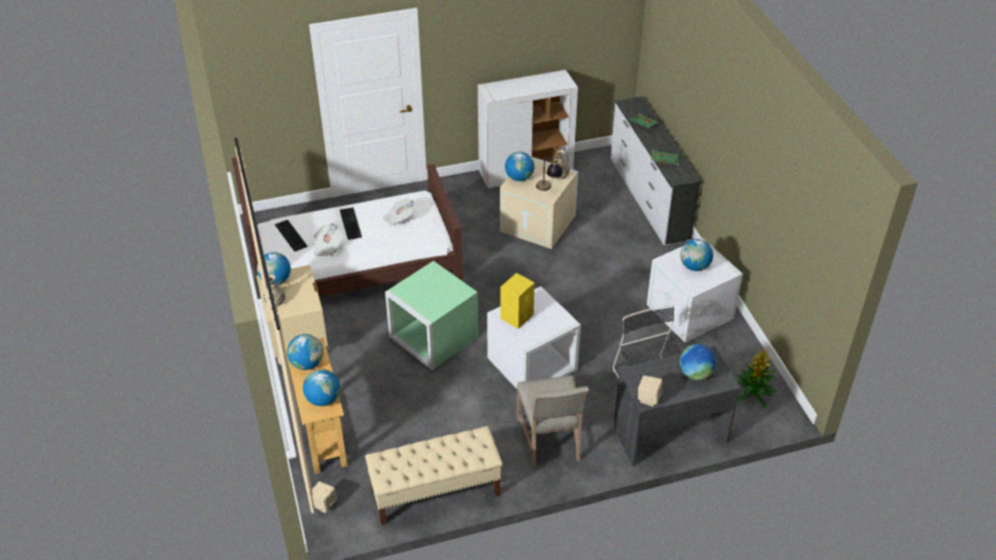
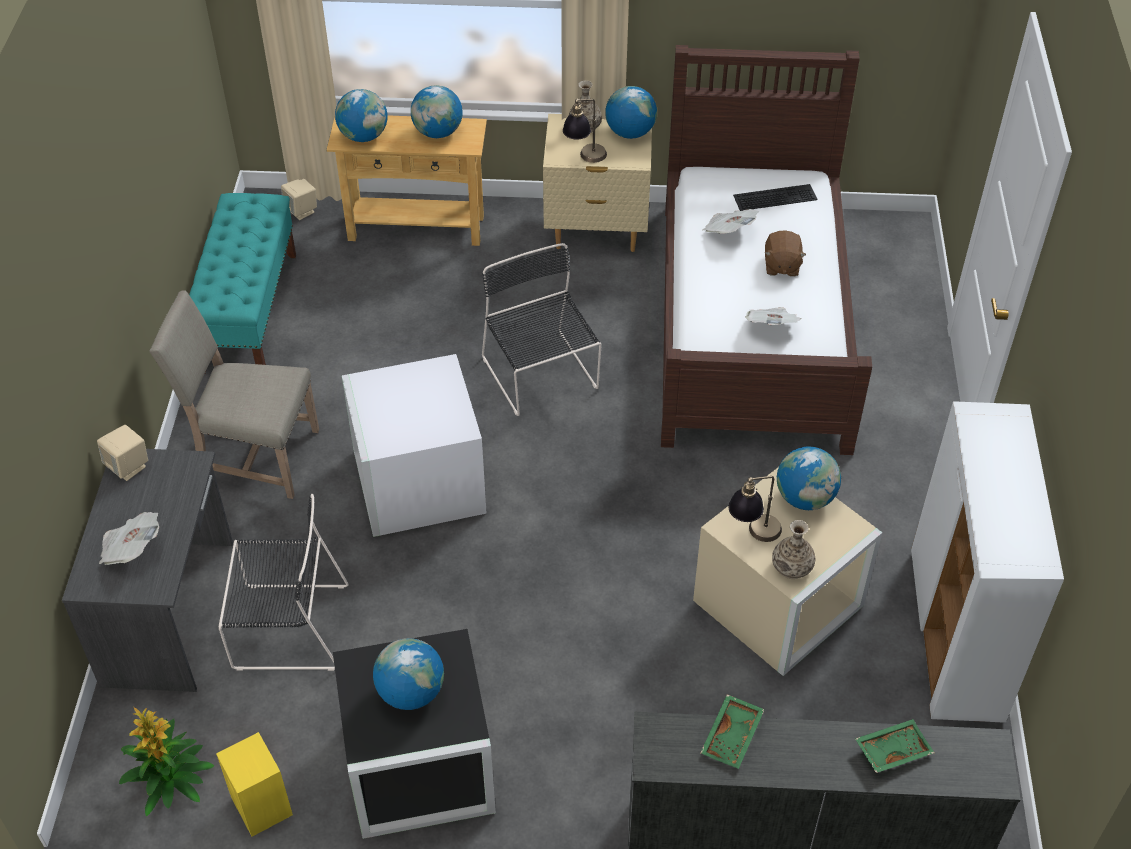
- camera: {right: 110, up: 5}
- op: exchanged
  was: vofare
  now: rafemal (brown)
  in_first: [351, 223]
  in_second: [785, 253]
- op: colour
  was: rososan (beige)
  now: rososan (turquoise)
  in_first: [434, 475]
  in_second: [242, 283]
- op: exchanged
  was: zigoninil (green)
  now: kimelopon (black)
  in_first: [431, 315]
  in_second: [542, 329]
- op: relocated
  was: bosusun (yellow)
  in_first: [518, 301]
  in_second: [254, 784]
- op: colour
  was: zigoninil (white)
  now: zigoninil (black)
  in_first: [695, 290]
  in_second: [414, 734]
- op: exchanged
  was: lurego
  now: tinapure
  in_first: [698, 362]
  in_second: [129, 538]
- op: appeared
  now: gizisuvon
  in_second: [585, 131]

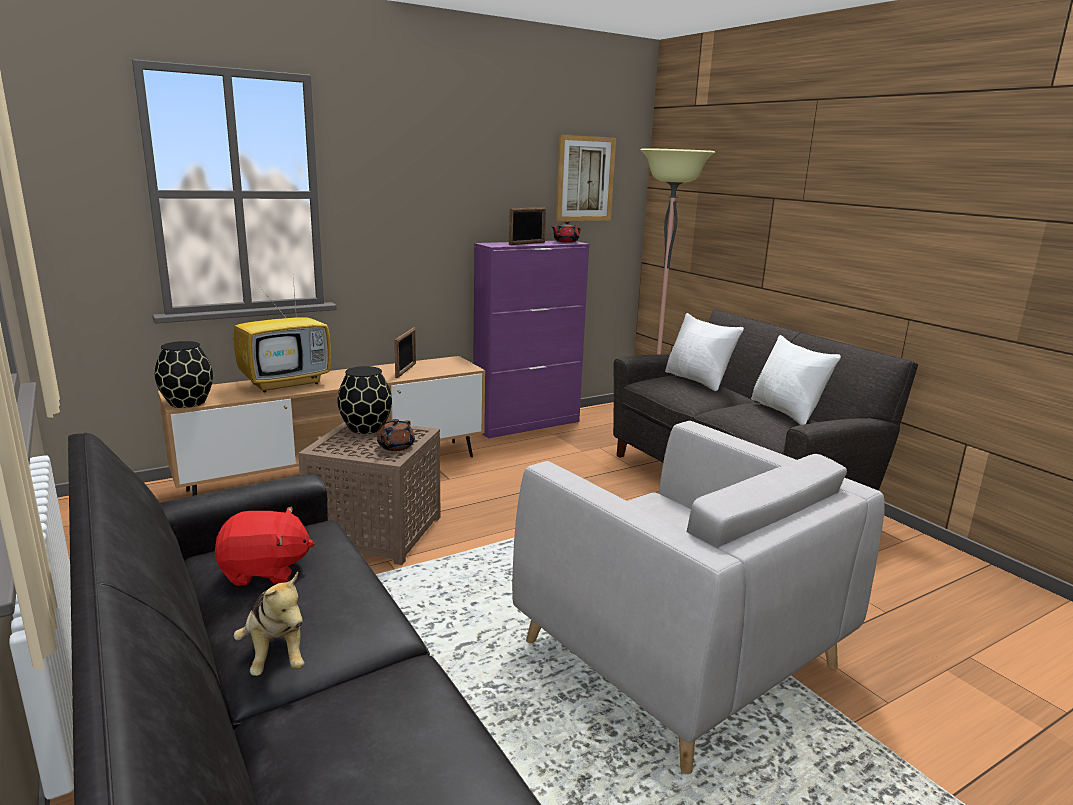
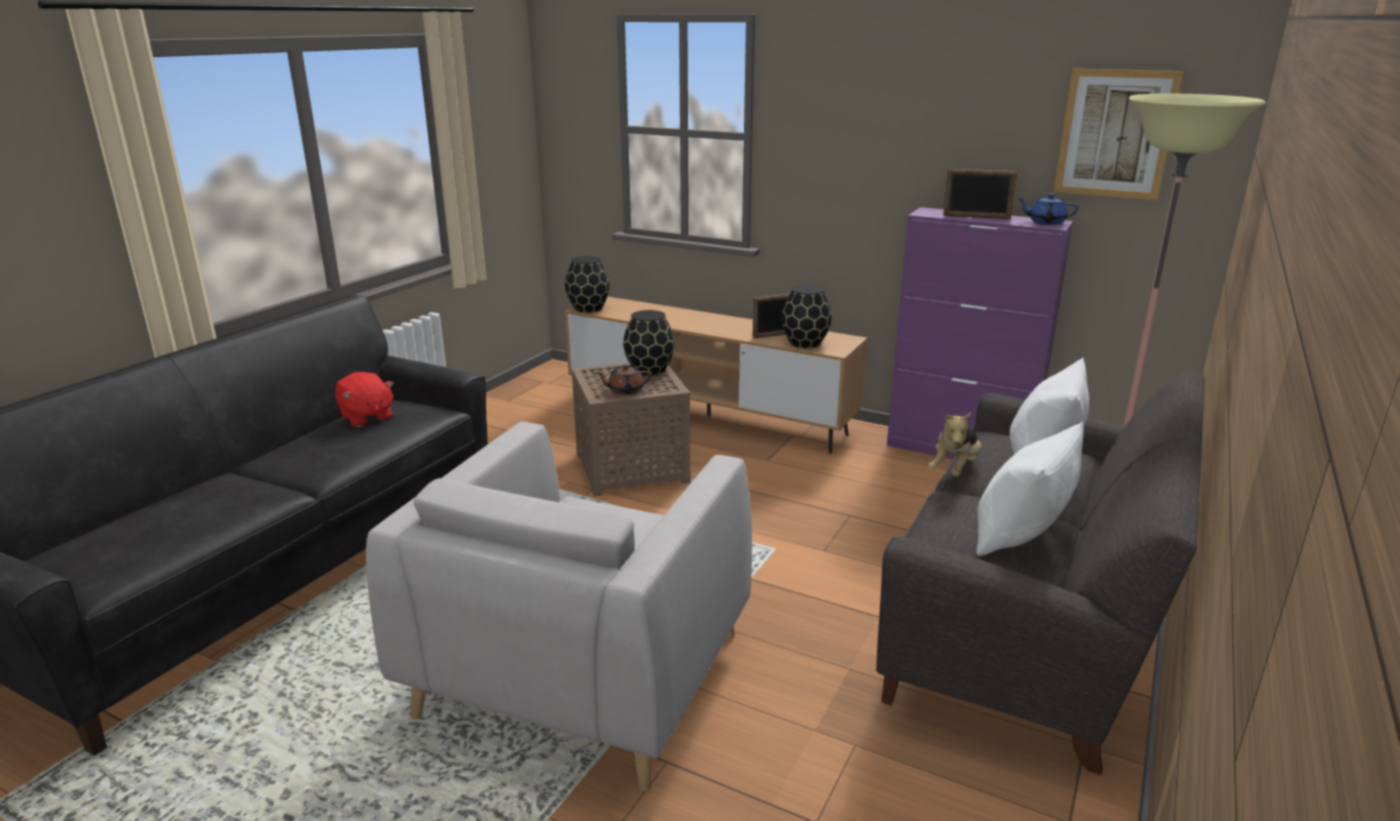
- camera: {right: 60, up: 5}
- op: relocated
  was: rafemal
  in_first: [269, 623]
  in_second: [955, 444]
- op: missing
  was: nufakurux
  in_first: [282, 335]
- op: colour
  was: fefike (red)
  now: fefike (blue)
  in_first: [566, 232]
  in_second: [1048, 209]
- op: appeared
  now: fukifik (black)
  in_second: [807, 316]

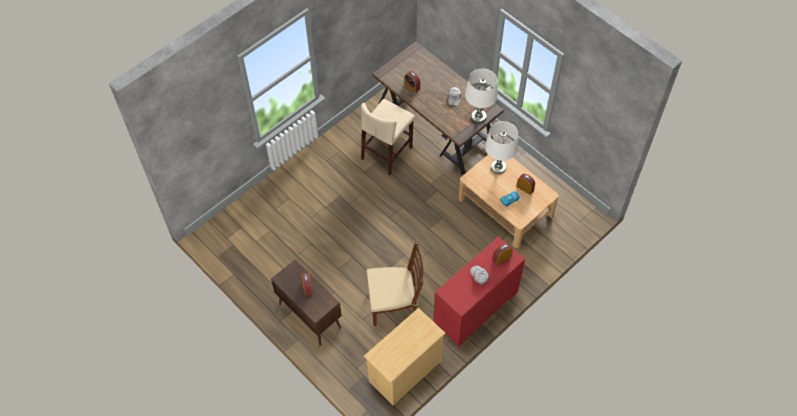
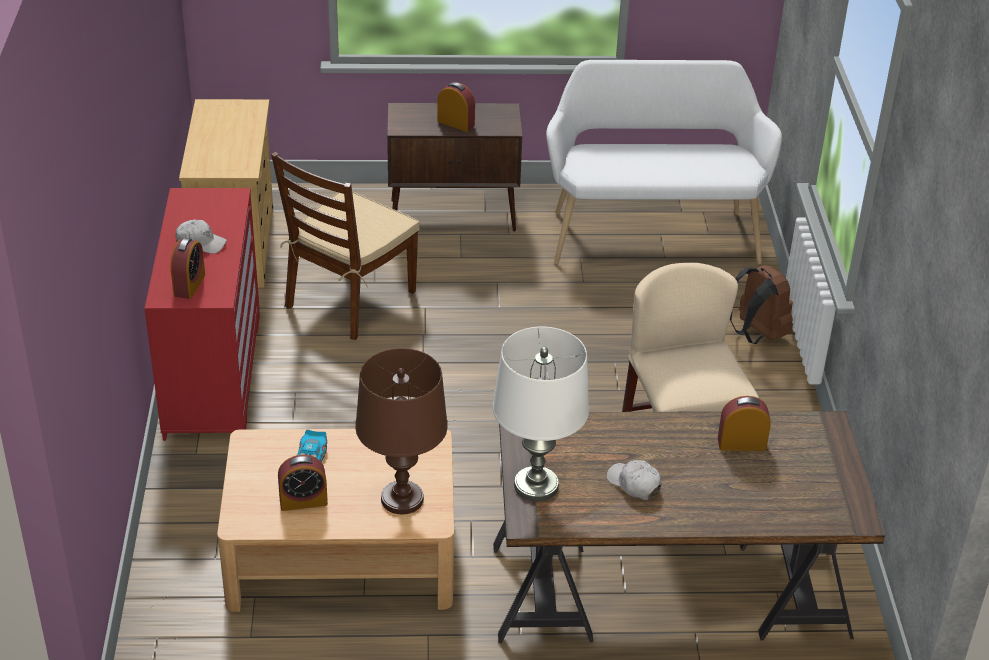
- camera: {right: 130, up: -20}
- op: colour
  was: gizisuvon (white)
  now: gizisuvon (brown)
  in_first: [501, 147]
  in_second: [401, 431]
- op: appeared
  now: rososan (white)
  in_second: [664, 162]
- op: appeared
  now: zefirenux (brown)
  in_second: [761, 304]

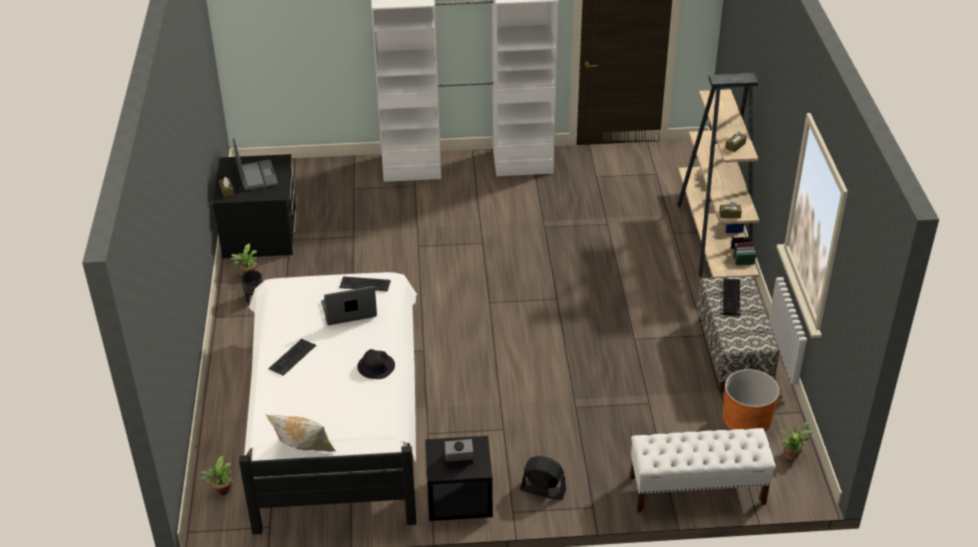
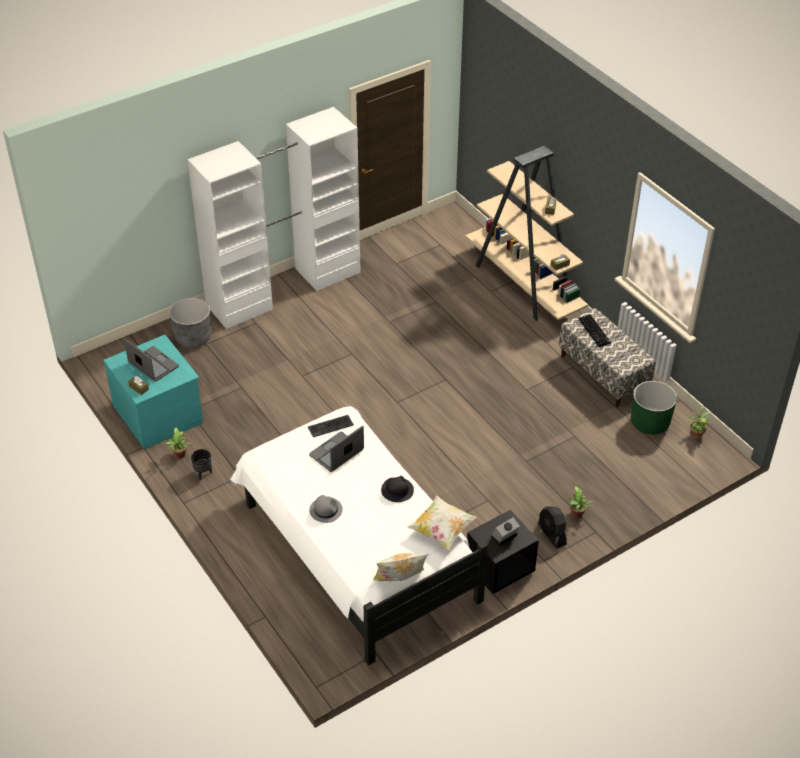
- camera: {right: -30, up: 5}
- op: relocated
  was: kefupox
  in_first: [217, 475]
  in_second: [581, 502]
- op: colour
  was: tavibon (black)
  now: tavibon (turquoise)
  in_first: [255, 206]
  in_second: [153, 392]
- op: exchanged
  was: vofare
  now: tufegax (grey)
  in_first: [292, 357]
  in_second: [326, 509]
- op: spun
  was: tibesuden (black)
  in_first: [543, 478]
  in_second: [552, 527]
  clockwise: -105
- op: missing
  was: rososan (white)
  in_first: [703, 470]
- op: colour
  was: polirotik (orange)
  now: polirotik (green)
  in_first: [751, 400]
  in_second: [654, 408]
- op: appeared
  now: polirotik (grey)
  in_second: [190, 323]
- op: appeared
  now: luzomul
  in_second: [442, 522]

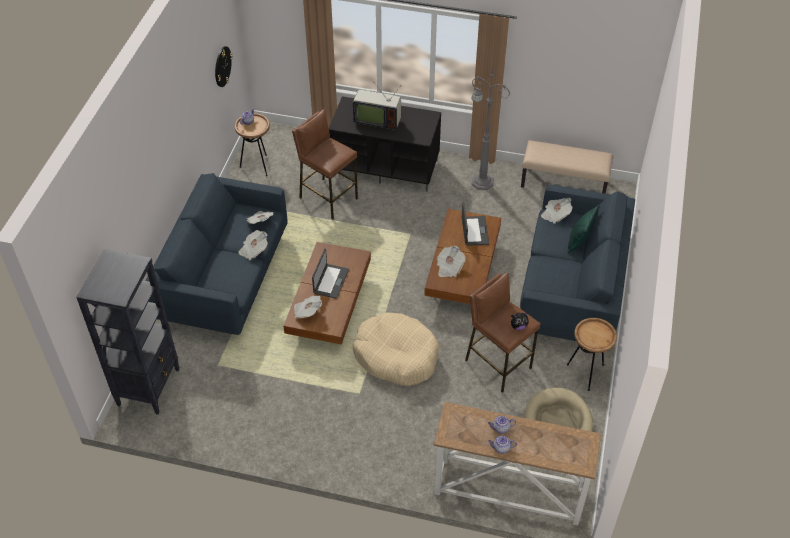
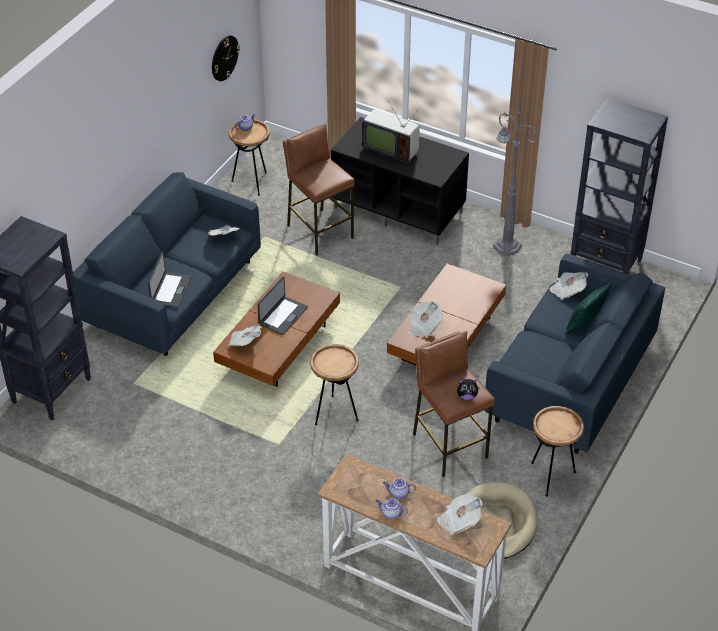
- camera: {right: 15, up: -5}
- op: relocated
  was: tinapure
  in_first: [253, 245]
  in_second: [460, 514]
- op: exchanged
  was: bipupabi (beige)
  now: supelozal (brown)
  in_first: [396, 349]
  in_second: [334, 384]
- op: relocated
  was: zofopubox
  in_first: [475, 224]
  in_second: [170, 280]
- op: exchanged
  was: rososan (beige)
  now: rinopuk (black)
  in_first: [567, 167]
  in_second: [619, 186]

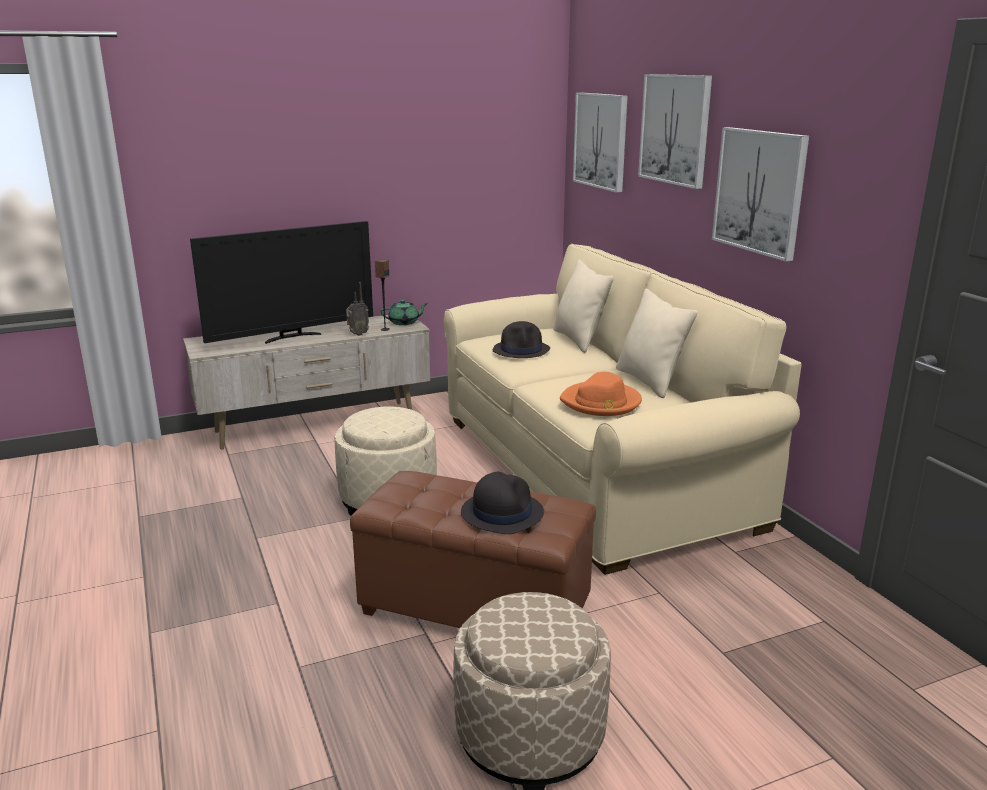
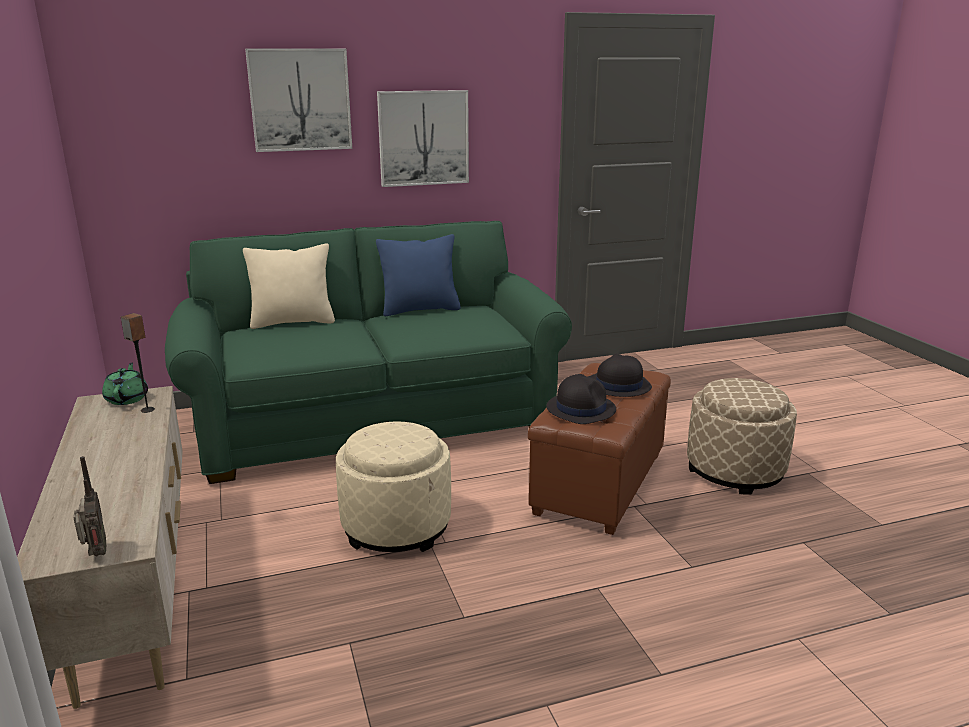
- camera: {right: -85, up: 0}
- op: missing
  was: nufakurux
  in_first: [281, 282]
- op: relocated
  was: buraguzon
  in_first: [357, 309]
  in_second: [89, 506]
- op: colour
  was: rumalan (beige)
  now: rumalan (green)
  in_first: [623, 409]
  in_second: [368, 352]
- op: relocated
  was: tufegax (black)
  in_first: [521, 339]
  in_second: [581, 399]
- op: missing
  was: tufegax (orange)
  in_first: [601, 394]
- op: missing
  was: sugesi
  in_first: [600, 142]
- op: colour
  was: luzomul (beige)
  now: luzomul (blue)
  in_first: [656, 343]
  in_second: [418, 275]

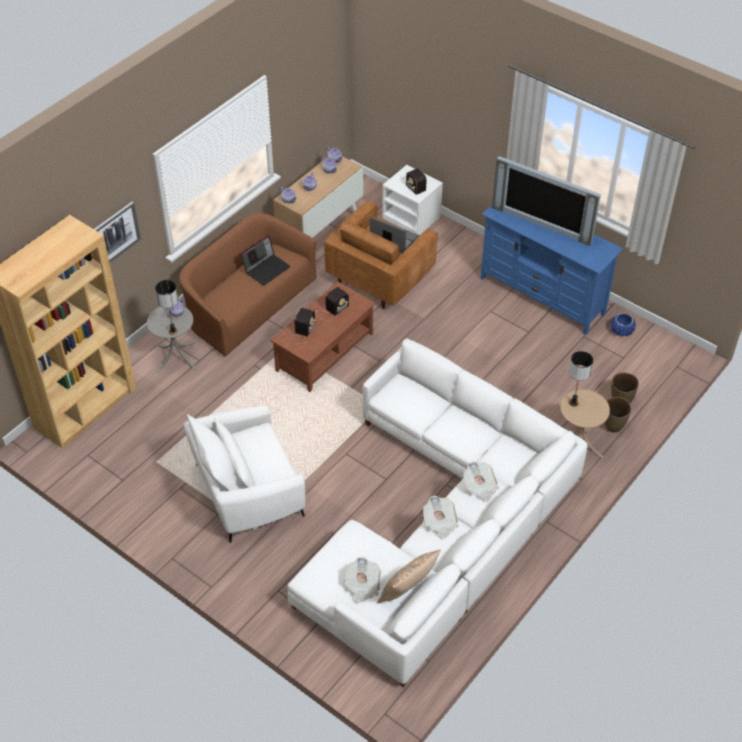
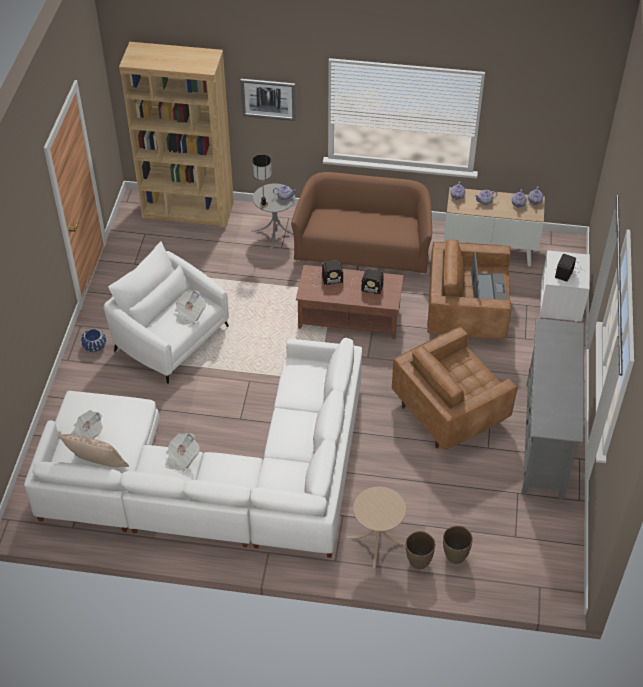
- camera: {right: 60, up: 0}
- op: missing
  was: zofopubox
  in_first: [266, 260]
- op: relocated
  was: tinapure
  in_first: [481, 481]
  in_second: [190, 307]
- op: colour
  was: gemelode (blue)
  now: gemelode (grey)
  in_first: [551, 270]
  in_second: [553, 408]
- op: missing
  was: nufakurux
  in_first: [546, 201]
- op: missing
  was: gizisuvon
  in_first: [581, 379]
- op: relocated
  was: polirotik (blue)
  in_first: [623, 325]
  in_second: [93, 340]
- op: appeared
  now: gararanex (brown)
  in_second: [455, 388]

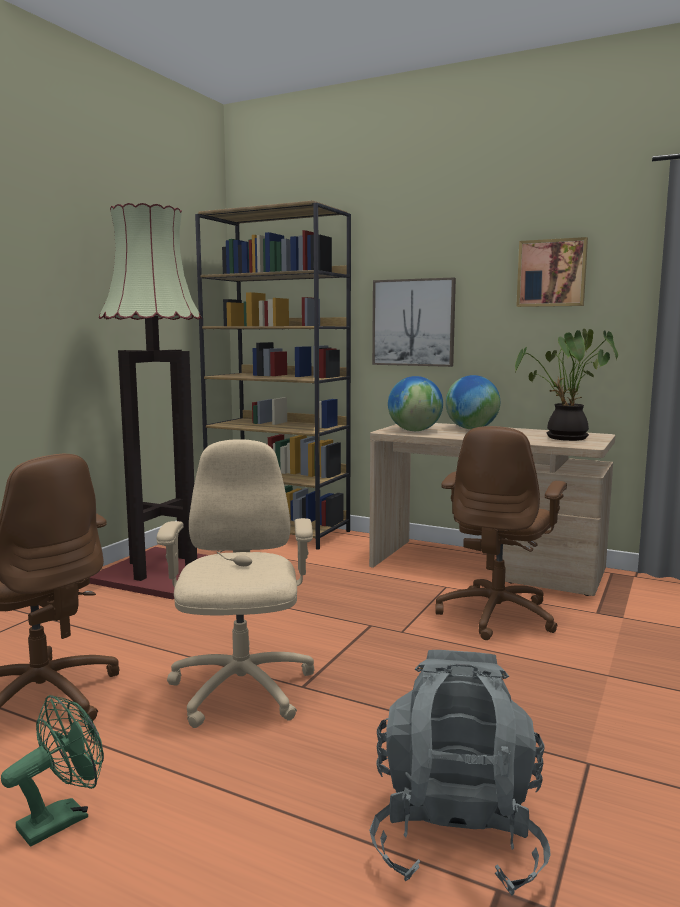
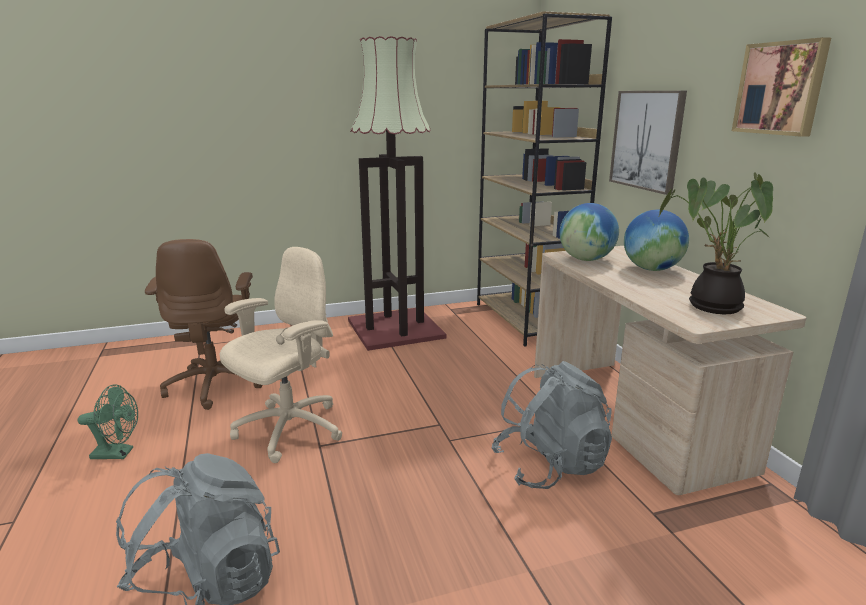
- camera: {right: 45, up: 10}
- op: exchanged
  was: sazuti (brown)
  now: zefirenux (grey)
  in_first: [501, 533]
  in_second: [551, 425]

